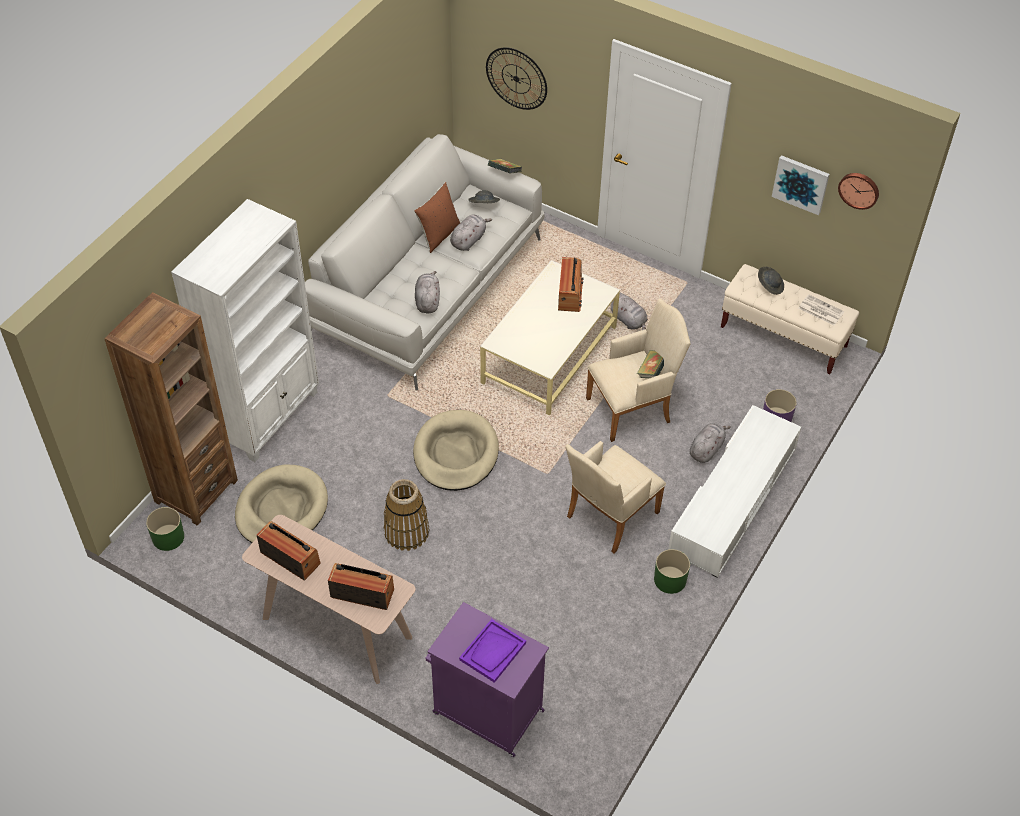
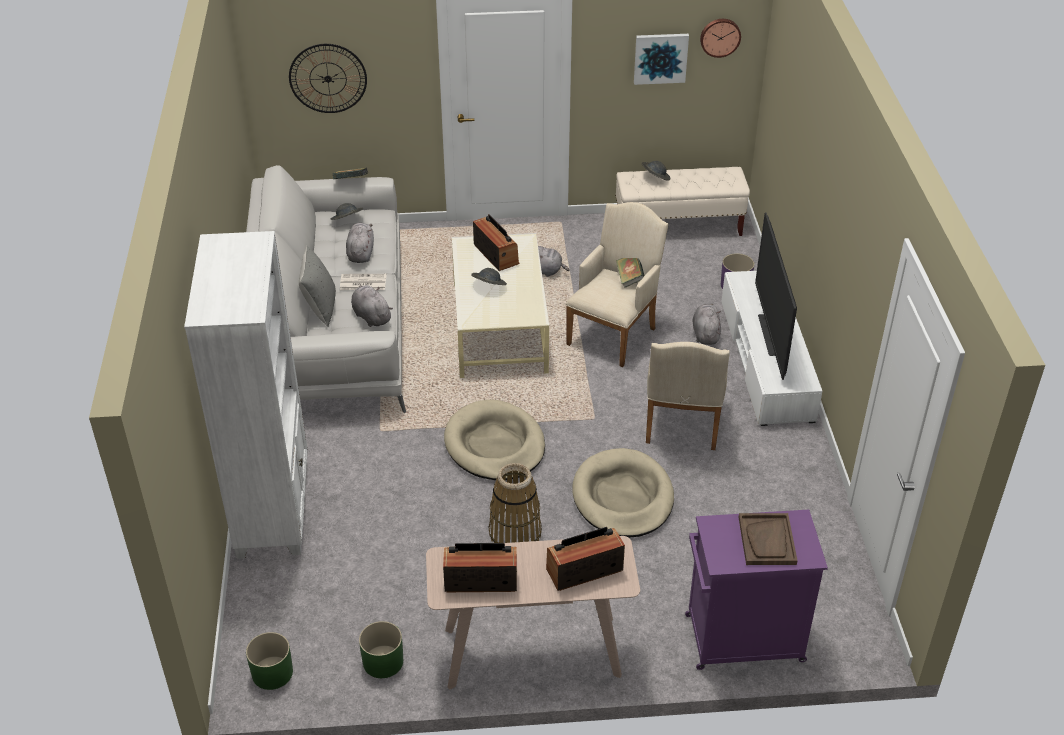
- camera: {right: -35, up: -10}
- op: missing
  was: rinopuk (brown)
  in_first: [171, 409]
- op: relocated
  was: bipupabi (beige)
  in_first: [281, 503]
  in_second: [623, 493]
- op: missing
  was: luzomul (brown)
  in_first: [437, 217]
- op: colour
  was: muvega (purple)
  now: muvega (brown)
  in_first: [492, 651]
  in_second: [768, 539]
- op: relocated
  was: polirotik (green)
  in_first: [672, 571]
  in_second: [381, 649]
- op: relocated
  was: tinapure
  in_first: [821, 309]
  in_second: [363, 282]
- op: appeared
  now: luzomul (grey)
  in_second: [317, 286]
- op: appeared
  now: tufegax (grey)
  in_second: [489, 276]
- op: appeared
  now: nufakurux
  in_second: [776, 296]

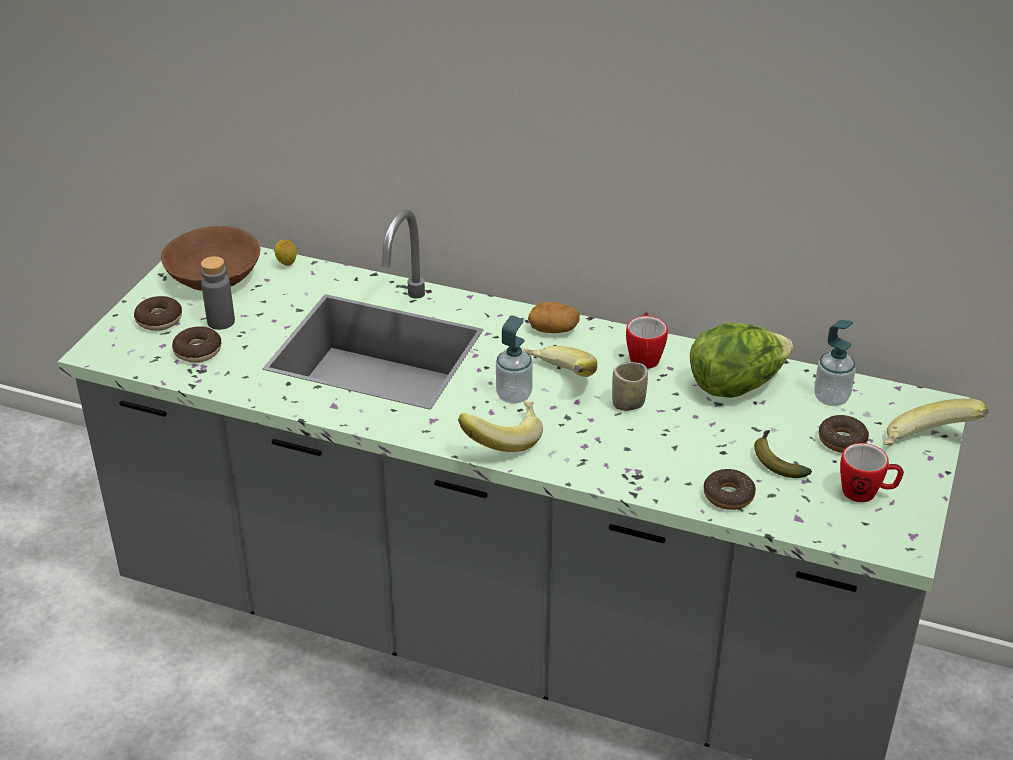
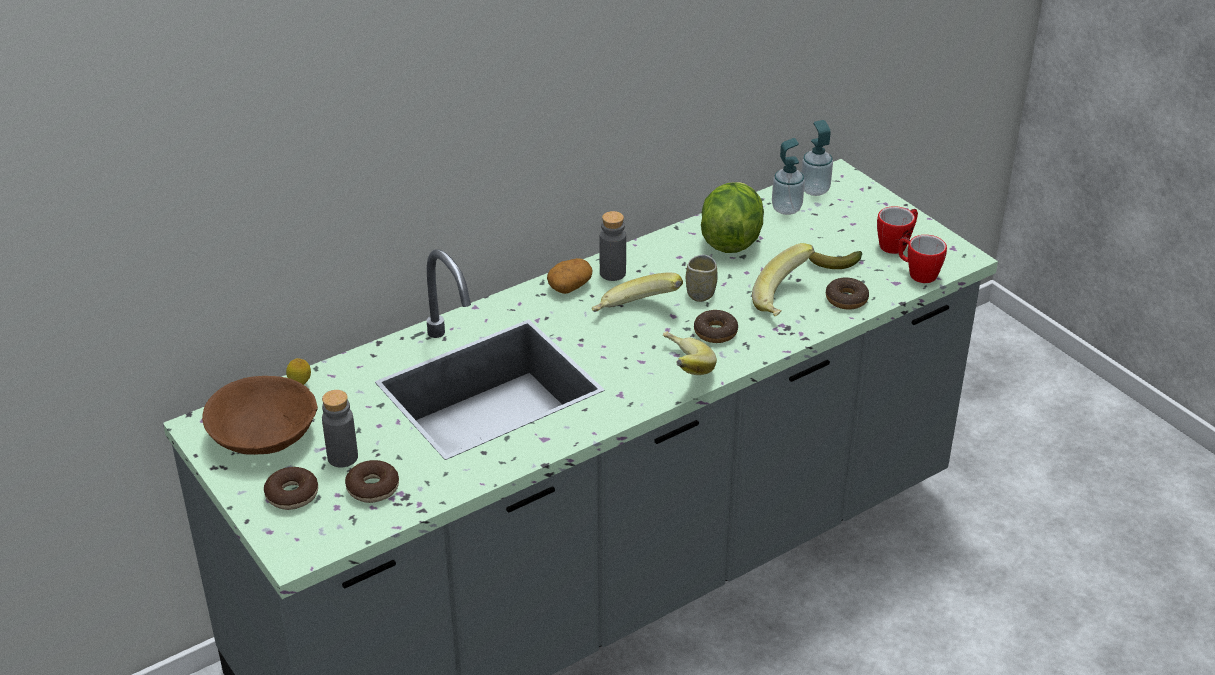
- camera: {right: -55, up: 0}
- op: relocated
  was: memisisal
  in_first: [514, 359]
  in_second: [817, 158]
- op: relocated
  was: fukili
  in_first: [647, 340]
  in_second: [922, 259]
- op: relocated
  was: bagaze
  in_first: [844, 434]
  in_second: [716, 326]
- op: relocated
  was: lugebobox
  in_first: [935, 422]
  in_second: [783, 279]
- op: appeared
  now: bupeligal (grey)
  in_second: [613, 246]

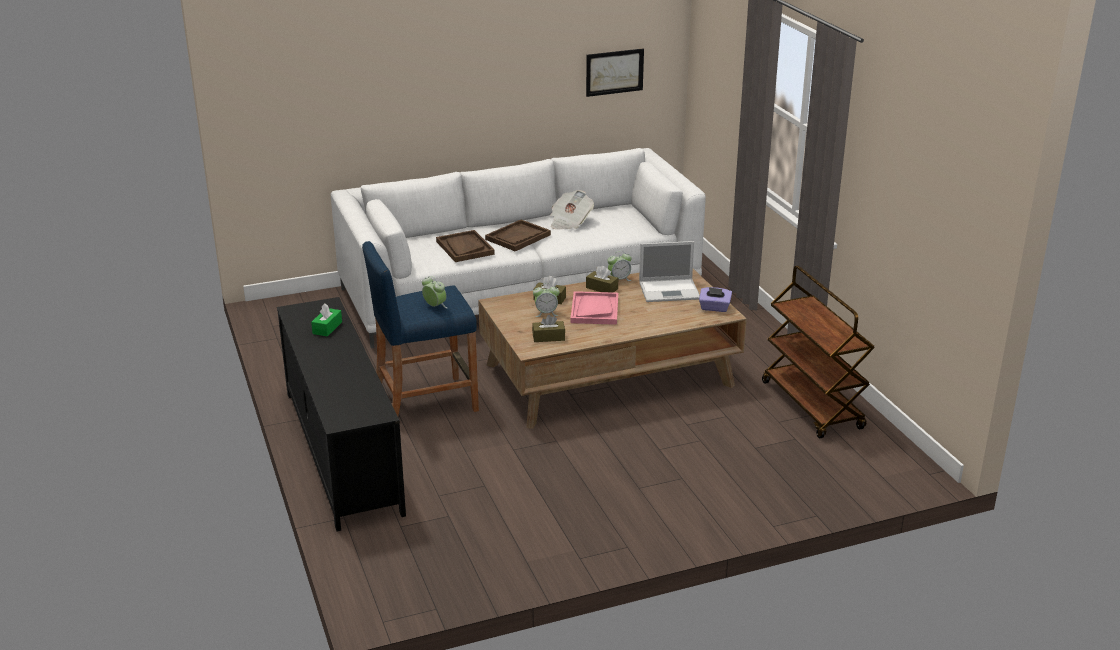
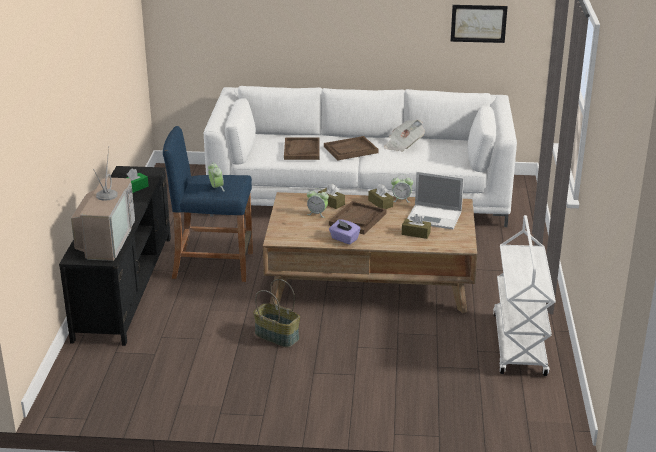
- camera: {right: 25, up: 0}
- op: relocated
  was: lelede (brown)
  in_first: [548, 328]
  in_second: [416, 226]
- op: colour
  was: muvega (pink)
  now: muvega (brown)
  in_first: [594, 308]
  in_second: [358, 218]
- op: relocated
  was: lelede (purple)
  in_first: [715, 299]
  in_second: [345, 231]
- op: colour
  was: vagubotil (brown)
  now: vagubotil (white)
  in_first: [818, 351]
  in_second: [524, 295]
- op: appeared
  now: nufakurux
  in_second: [103, 203]
- op: appeared
  now: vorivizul
  in_second: [276, 313]

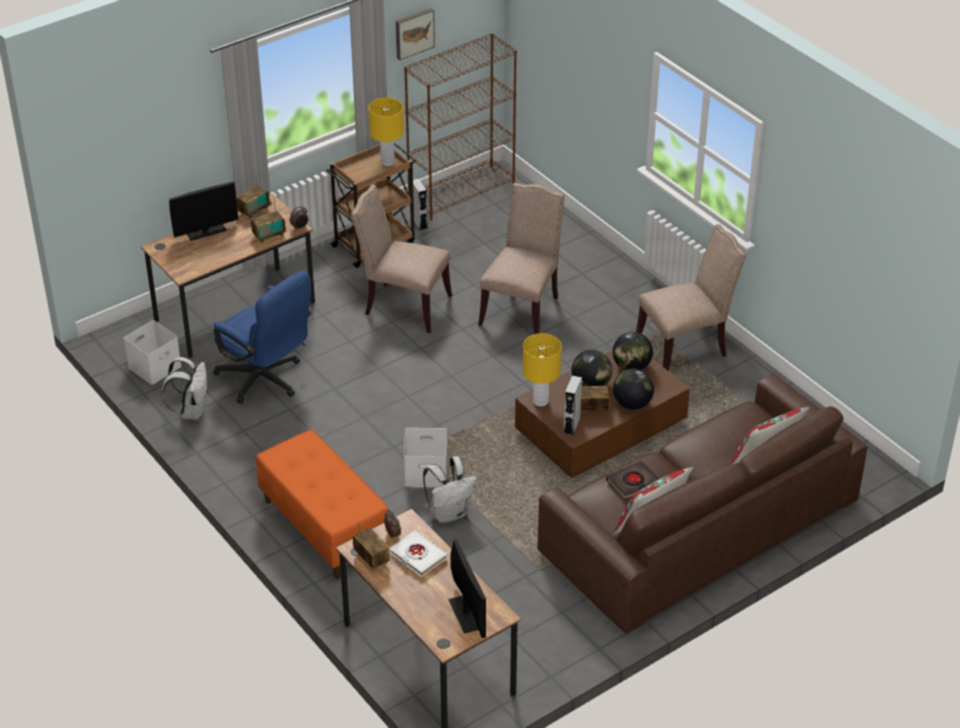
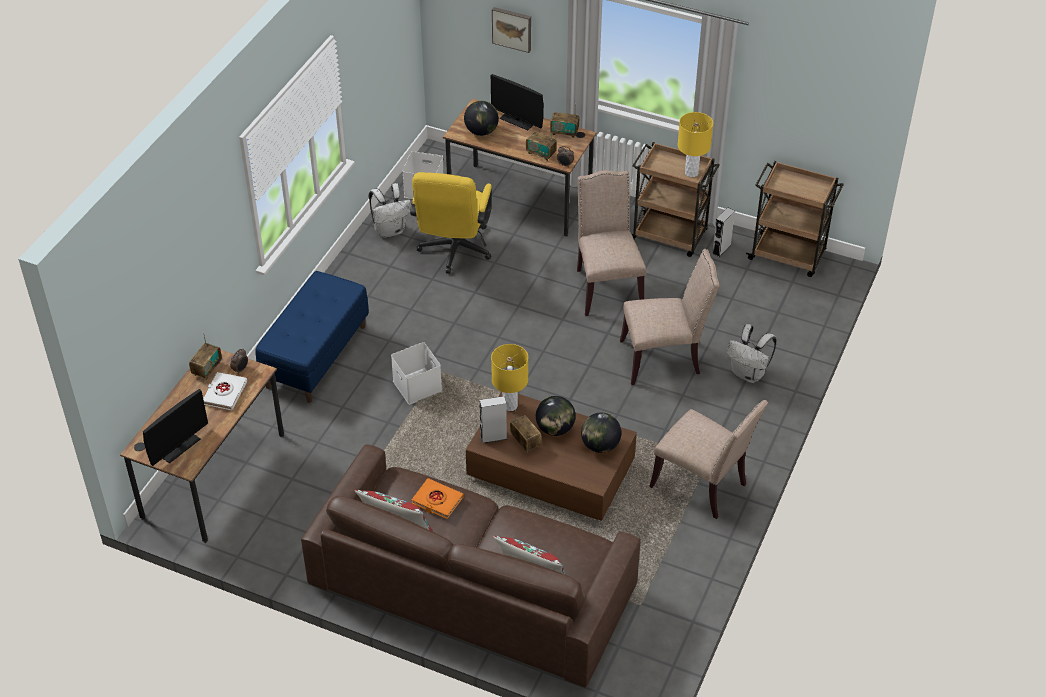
- camera: {right: 60, up: 5}
- op: colour
  was: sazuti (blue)
  now: sazuti (yellow)
  in_first: [262, 337]
  in_second: [451, 223]
- op: colour
  was: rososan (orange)
  now: rososan (blue)
  in_first: [322, 504]
  in_second: [312, 337]
- op: relocated
  was: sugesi
  in_first: [415, 34]
  in_second: [511, 30]
- op: exchanged
  was: rinopuk (brown)
  now: vagubotil (brown)
  in_first: [460, 126]
  in_second: [795, 219]
- op: relocated
  was: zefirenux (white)
  in_first: [450, 489]
  in_second: [752, 353]
- op: colour
  was: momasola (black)
  now: momasola (orange)
  in_first: [632, 480]
  in_second: [437, 498]
- op: relocated
  was: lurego
  in_first: [633, 389]
  in_second: [481, 118]

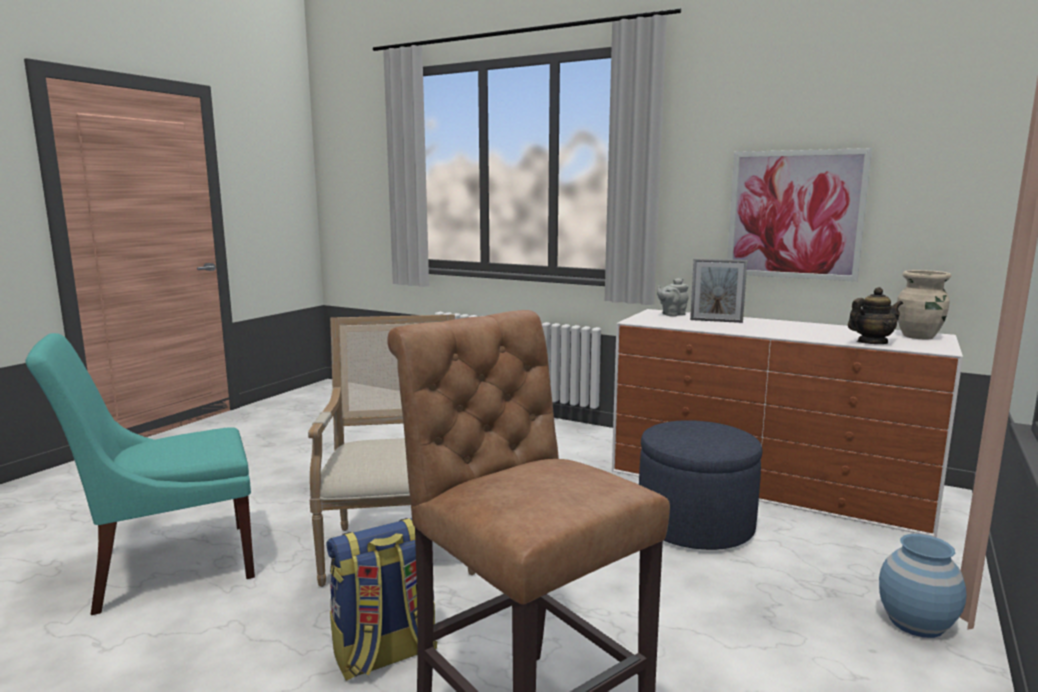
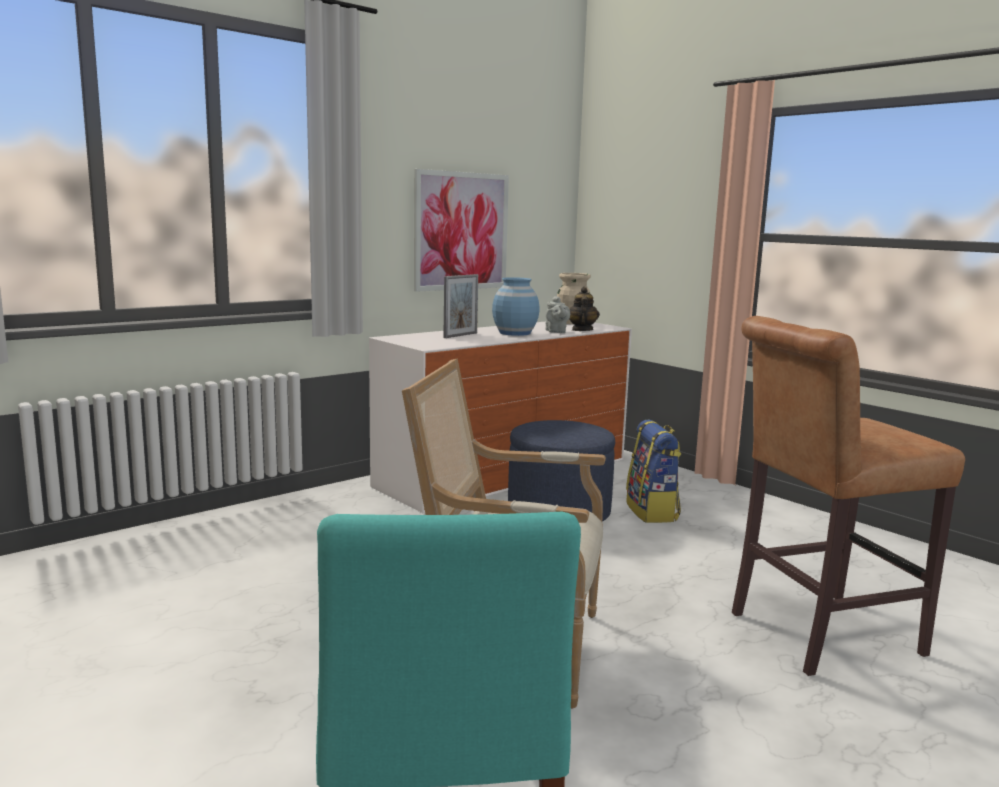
- camera: {right: -70, up: 0}
- op: relocated
  was: zefirenux
  in_first: [382, 599]
  in_second: [653, 471]
- op: relocated
  was: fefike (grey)
  in_first: [672, 297]
  in_second: [557, 314]
- op: relocated
  was: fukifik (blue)
  in_first: [923, 586]
  in_second: [515, 306]

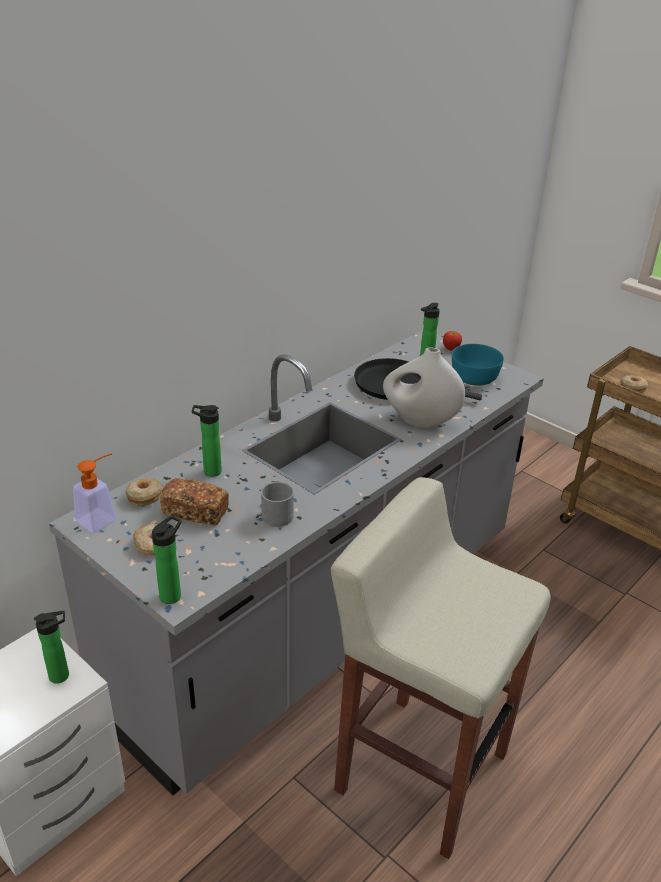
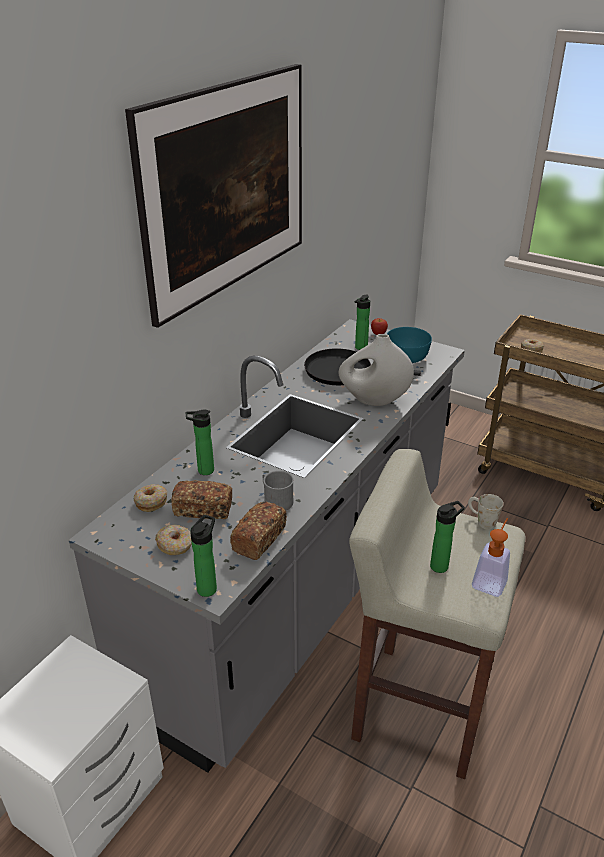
- camera: {right: -10, up: 0}
- op: relocated
  was: bupeligal
  in_first: [51, 647]
  in_second: [447, 537]
- op: relocated
  was: memisisal
  in_first: [94, 493]
  in_second: [491, 557]
- op: appeared
  now: sugesi
  in_second: [213, 196]
- op: appeared
  now: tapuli
  in_second: [258, 531]
- op: appeared
  now: fukili (white)
  in_second: [485, 512]

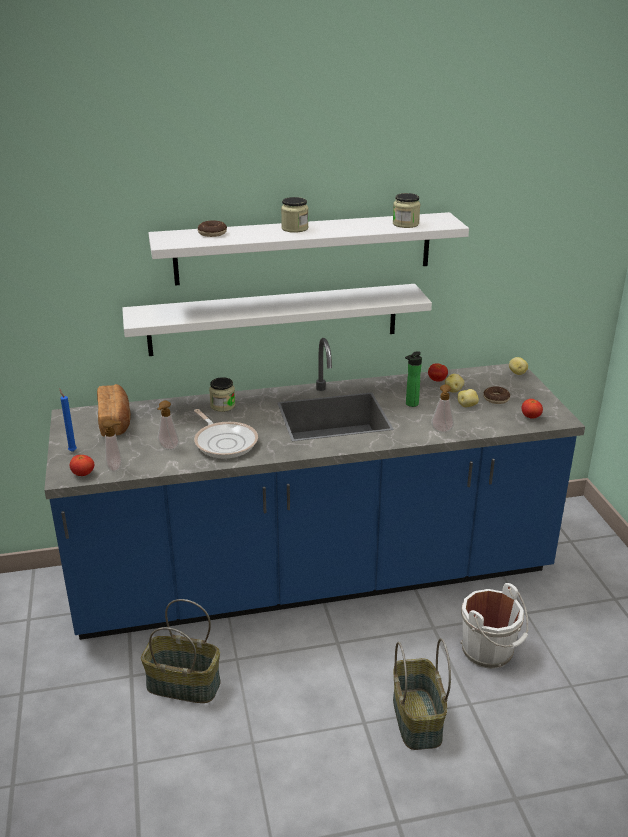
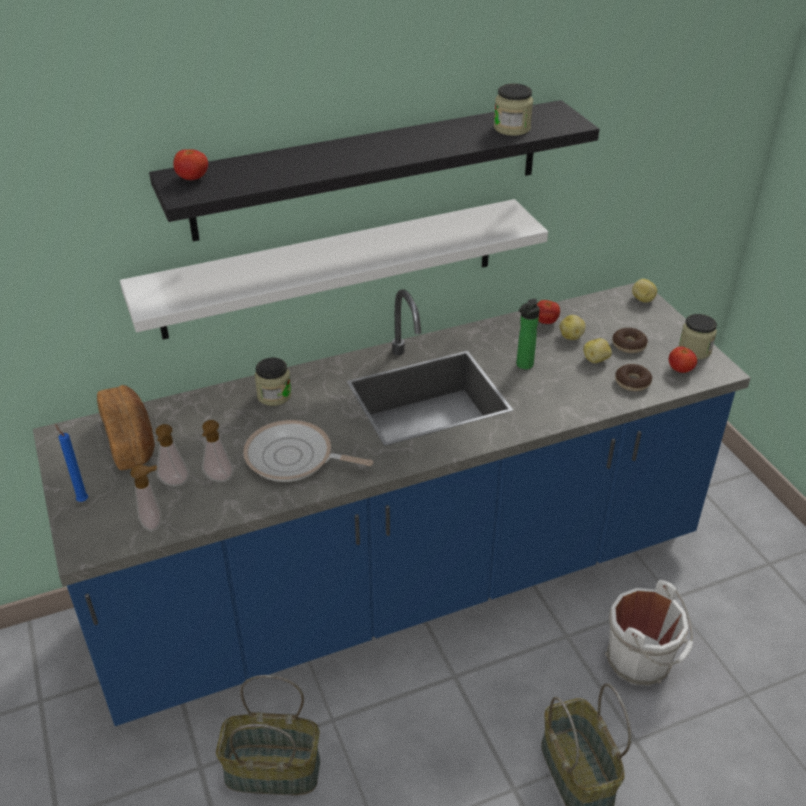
- camera: {right: -10, up: 10}
- op: relocated
  was: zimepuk
  in_first: [82, 465]
  in_second: [190, 164]
- op: colour
  was: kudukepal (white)
  now: kudukepal (black)
  in_first: [309, 249]
  in_second: [374, 170]
- op: spun
  was: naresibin
  in_first: [226, 434]
  in_second: [308, 451]
  clockwise: 150
- op: relocated
  was: bagaze
  in_first: [212, 228]
  in_second: [634, 377]
- op: relocated
  was: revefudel
  in_first: [294, 215]
  in_second: [698, 336]
- op: relocated
  was: memisisal
  in_first: [442, 408]
  in_second: [173, 455]

